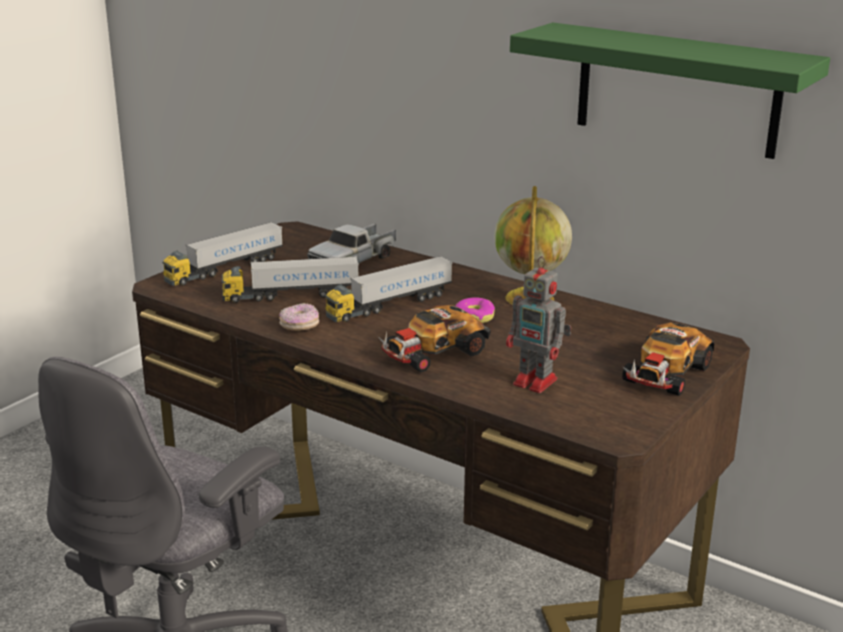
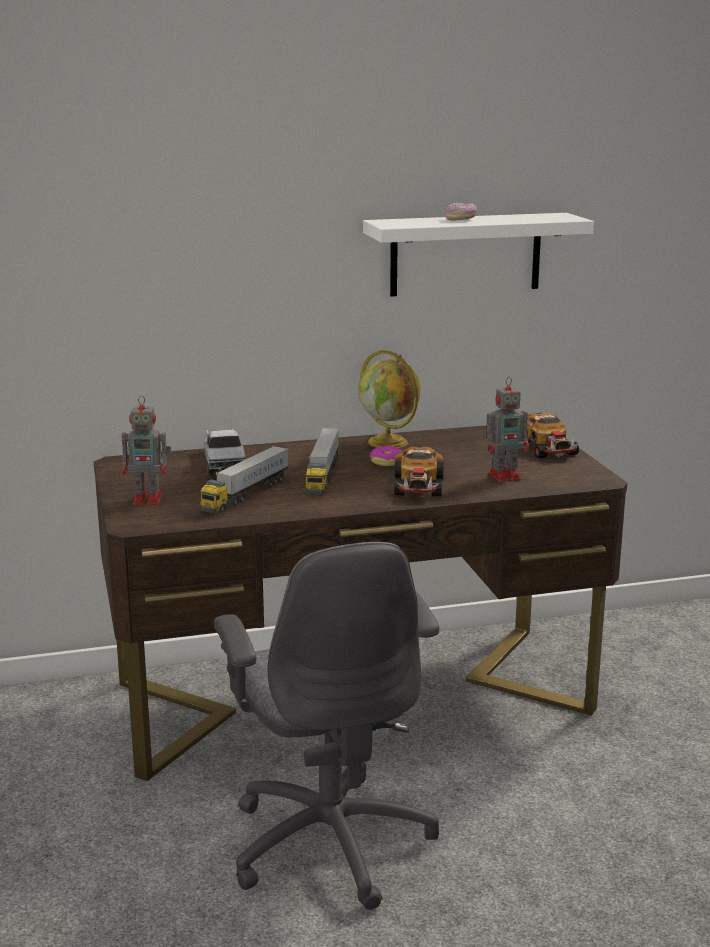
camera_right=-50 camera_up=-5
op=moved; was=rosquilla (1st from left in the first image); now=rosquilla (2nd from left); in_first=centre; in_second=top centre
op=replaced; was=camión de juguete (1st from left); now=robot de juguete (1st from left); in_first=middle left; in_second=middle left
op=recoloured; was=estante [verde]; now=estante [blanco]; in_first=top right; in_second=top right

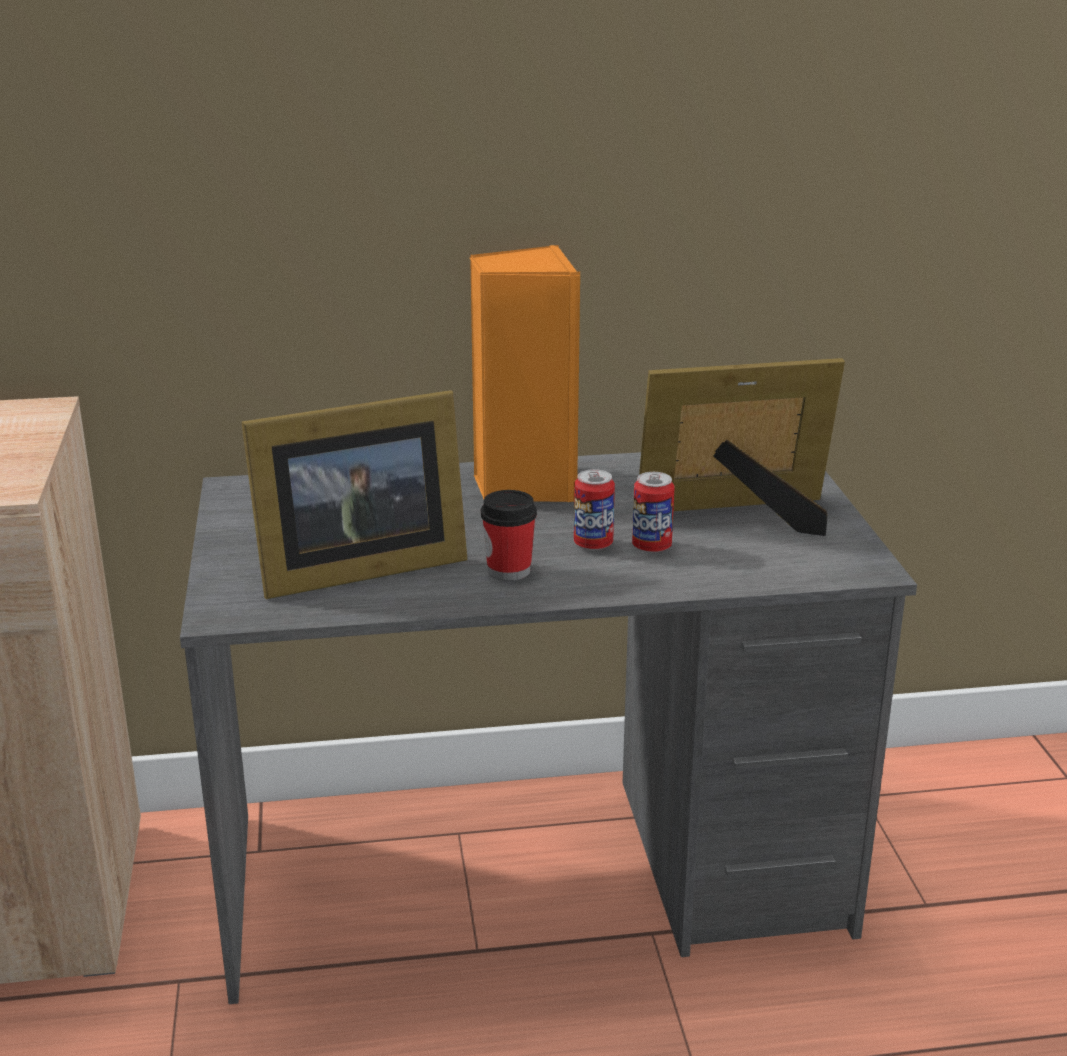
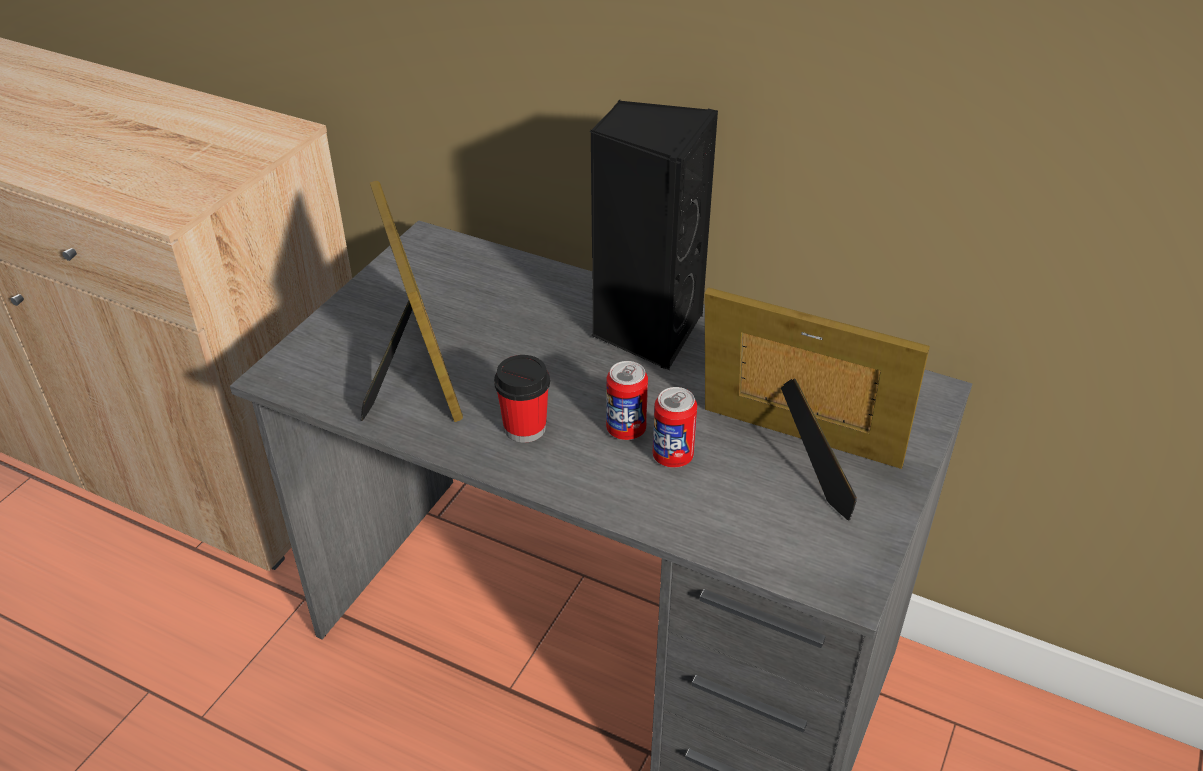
camera_right=35 camera_up=15
op=recoloured; was=altavoz [naranja]; now=altavoz [negro]; in_first=centre; in_second=top centre
op=turned; was=portarretratos (1st from left); in_first=middle left; in_second=centre; clockwise=-120

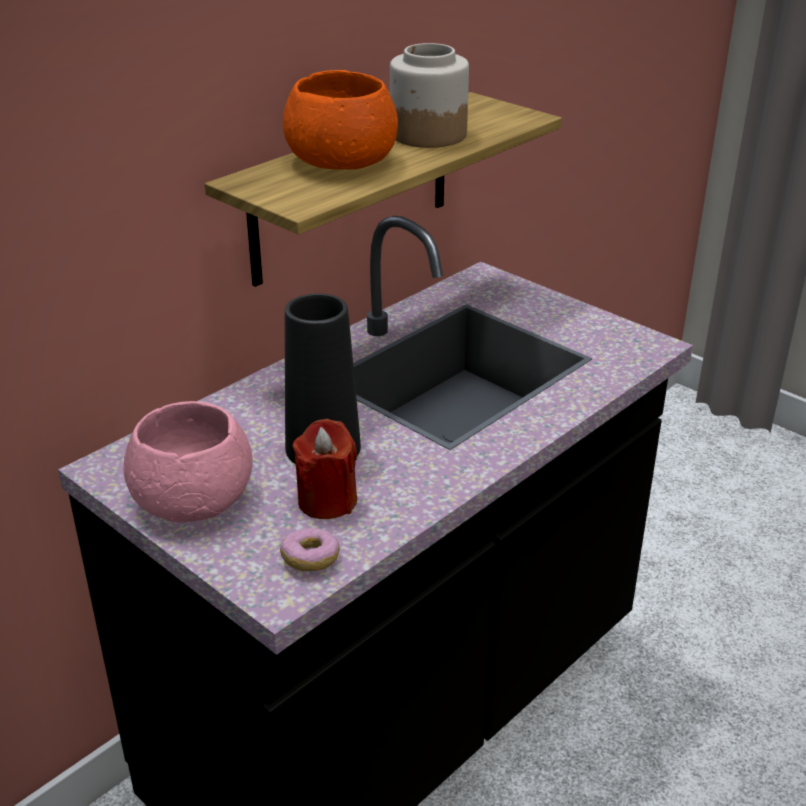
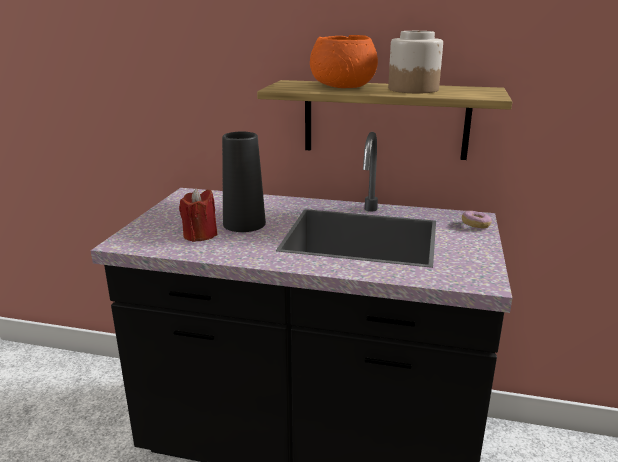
camera_right=60 camera_up=-10
op=removed; was=cuenco [rosa]; in_first=middle left
op=moved; was=rosquilla; in_first=bottom centre; in_second=middle right

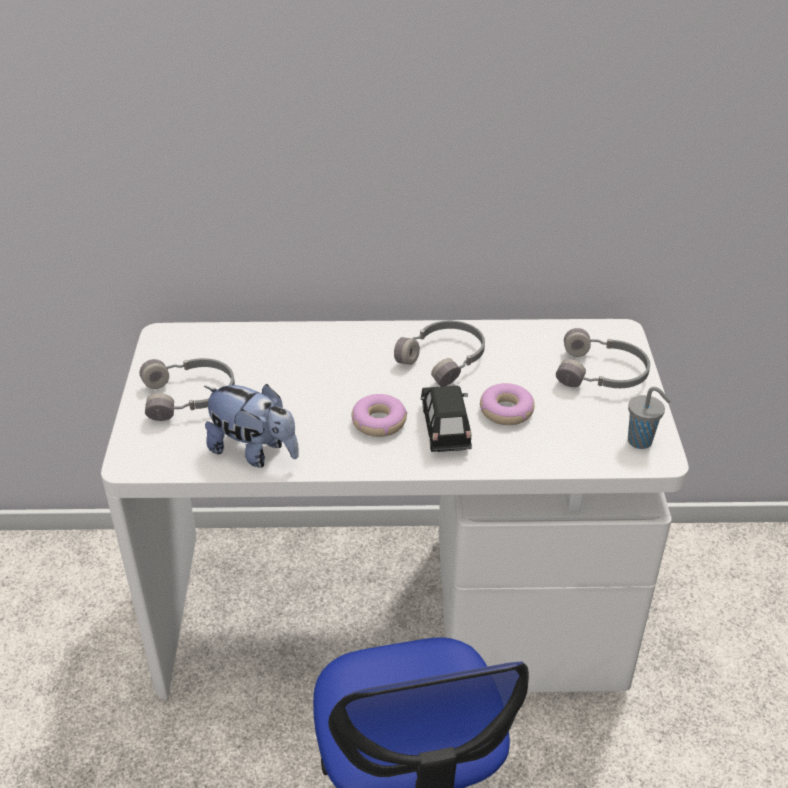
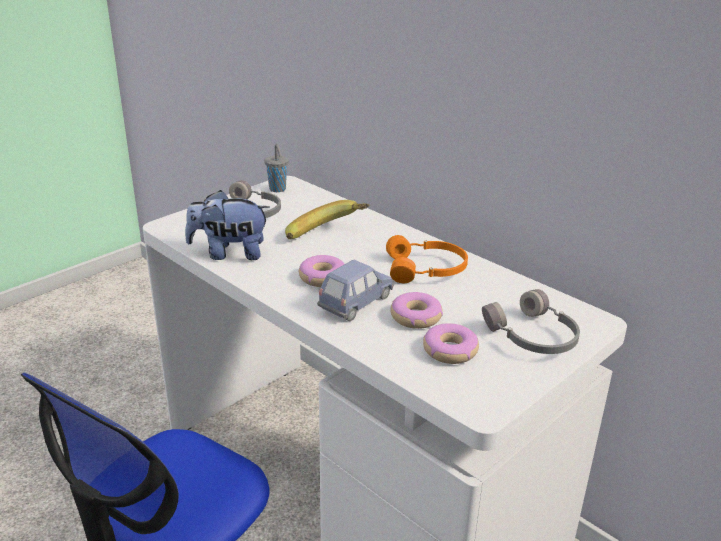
camera_right=45 camera_up=-10
op=added; now=plátano; in_second=centre
op=added; now=rosquilla (3rd from left); in_second=centre
op=moved; was=taza [gris]; in_first=middle right; in_second=top centre
op=recoloured; was=auriculares [gris] (2nd from left); now=auriculares [naranja]; in_first=centre; in_second=centre
op=recoloured; was=coche de juguete [negro]; now=coche de juguete [azul]; in_first=centre; in_second=centre
op=turned; was=peluche; in_first=middle left; in_second=middle left; clockwise=105

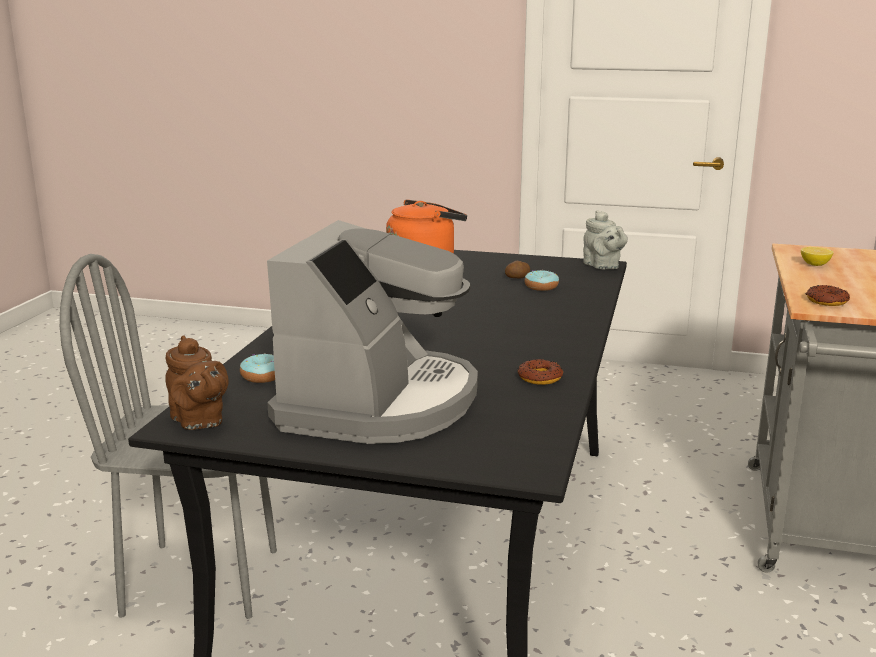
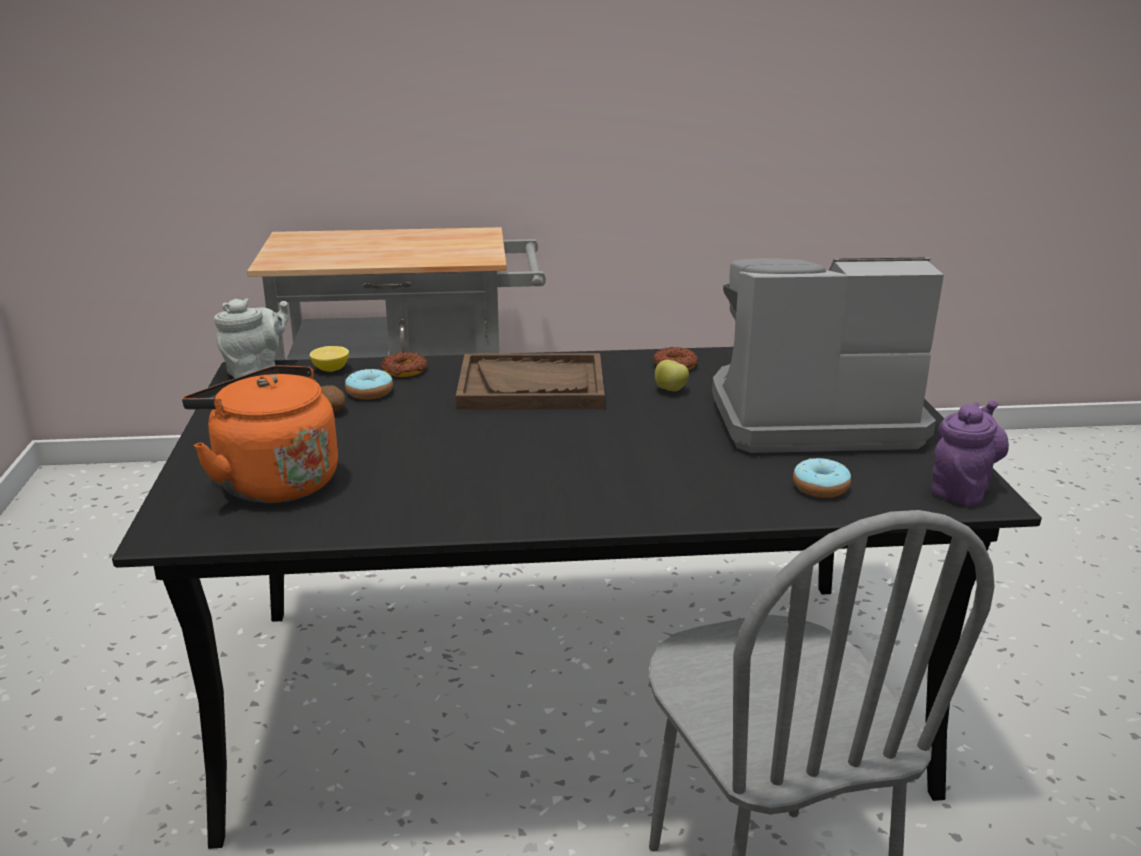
camera_right=-110 camera_up=5
op=added; now=bandeja [marrón]; in_second=centre
op=added; now=manzana; in_second=centre
op=moved; was=limón; in_first=middle right; in_second=middle left
op=moved; was=rosquilla (4th from left in the first image); now=rosquilla (2nd from left); in_first=middle right; in_second=centre
op=recoloured; was=tetera [marrón]; now=tetera [morado]; in_first=middle left; in_second=middle right

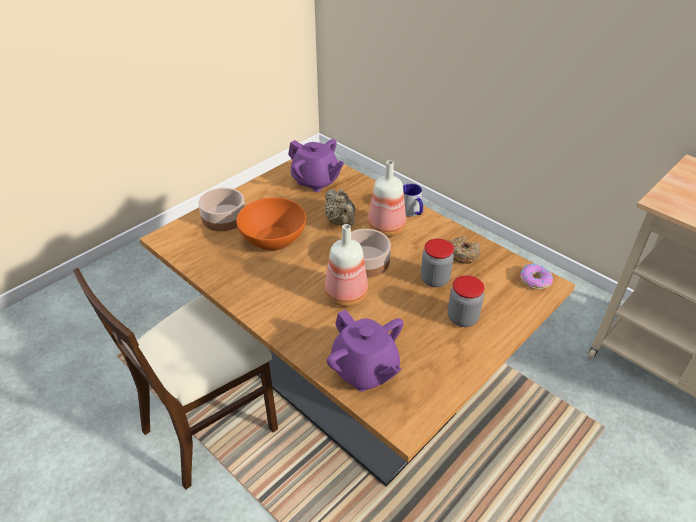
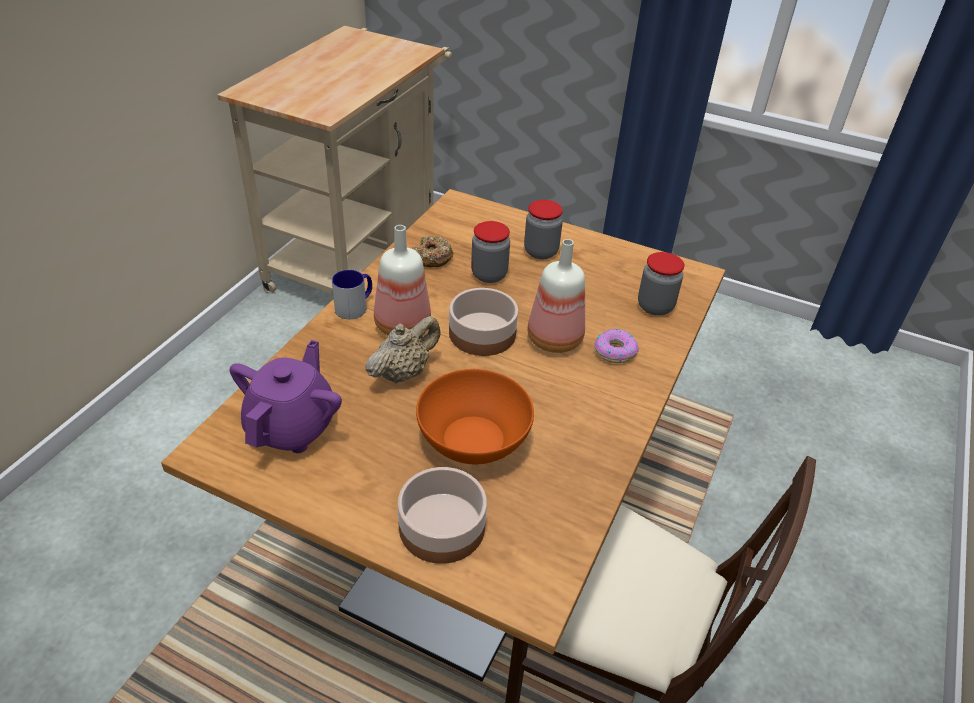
camera_right=-110 camera_up=0
op=moved; was=rosquilla (2nd from left); in_first=middle right; in_second=centre
op=replaced; was=tetera [morado] (2nd from left); now=tarro (3rd from left); in_first=bottom centre; in_second=middle right

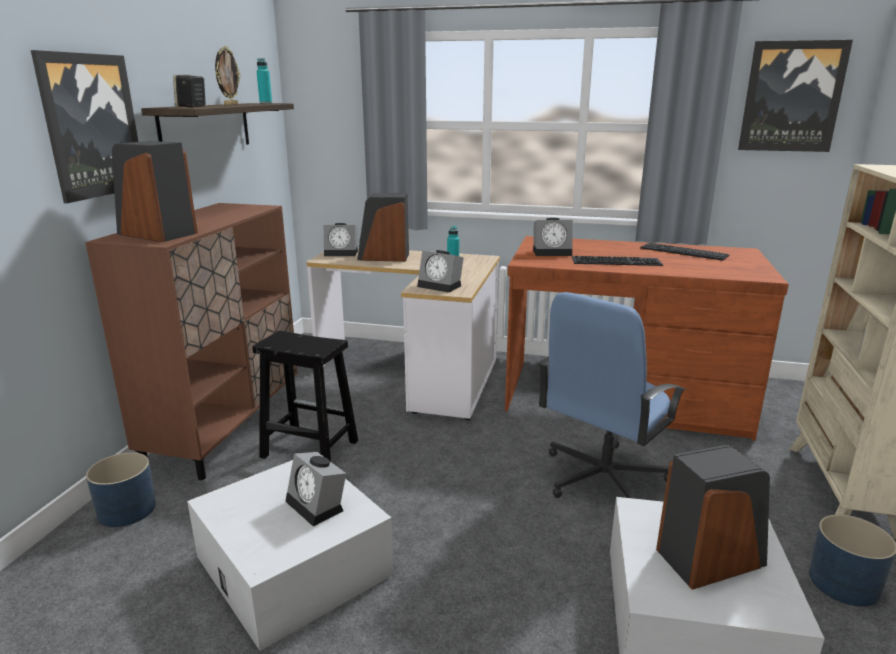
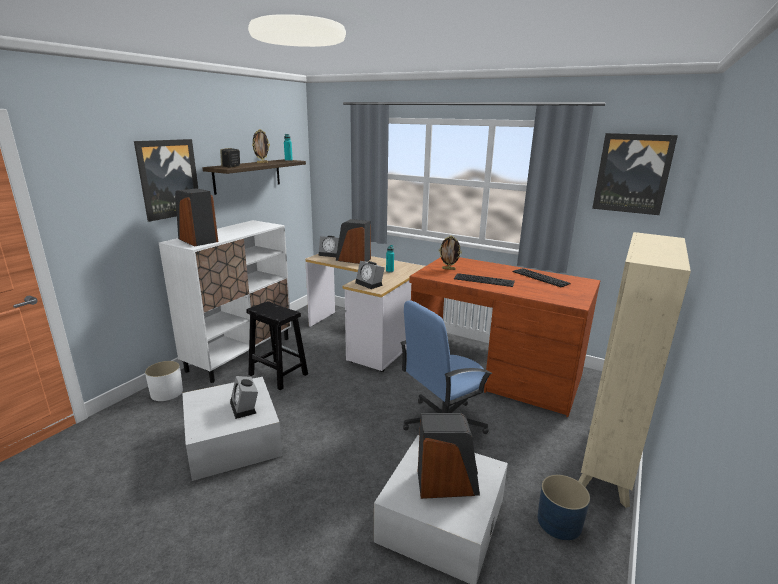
camera_right=15 camera_up=0
op=replaced; was=despertador (4th from left); now=portarretratos (2nd from left); in_first=centre; in_second=centre
op=recoloured; was=armario [marrón]; now=armario [blanco]; in_first=middle left; in_second=middle left
op=recoloured; was=maceta [azul] (1st from left); now=maceta [blanco]; in_first=bottom left; in_second=middle left

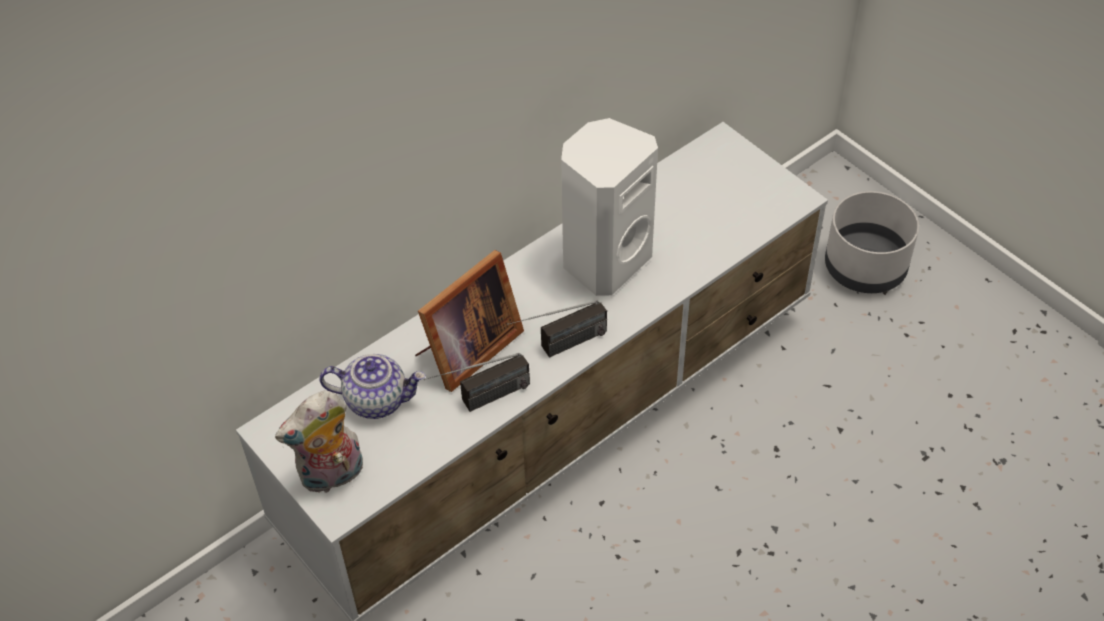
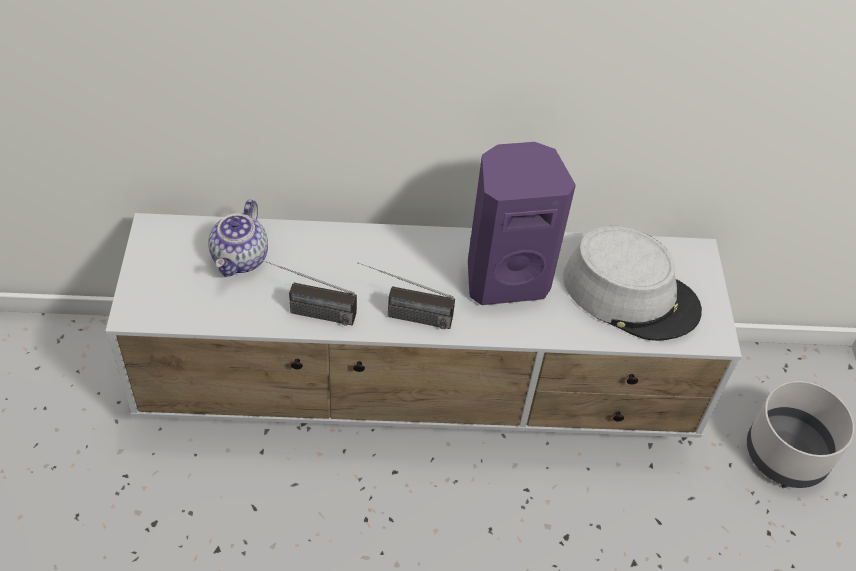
camera_right=35 camera_up=0
op=removed; was=peluche; in_first=bottom left
op=removed; was=portarretratos; in_first=centre
op=added; now=sombrero [gris]; in_second=middle right
op=recoloured; was=altavoz [blanco]; now=altavoz [morado]; in_first=centre; in_second=centre
op=turned; was=tetera; in_first=centre; in_second=middle left; clockwise=60

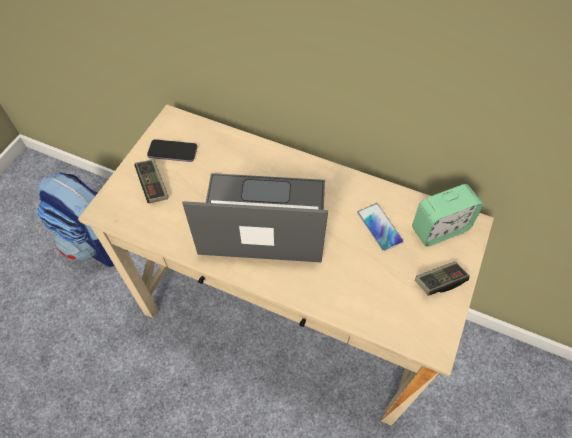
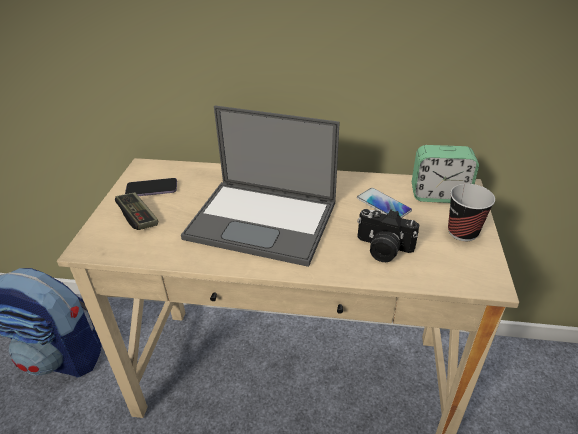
camera_right=-15 camera_up=-20
op=added; now=cámara; in_second=middle right
op=replaced; was=mando de consola (2nd from left); now=taza; in_first=middle right; in_second=middle right
op=turned; was=portátil; in_first=centre; in_second=centre; clockwise=-150
op=turned; was=despertador; in_first=middle right; in_second=middle right; clockwise=45

